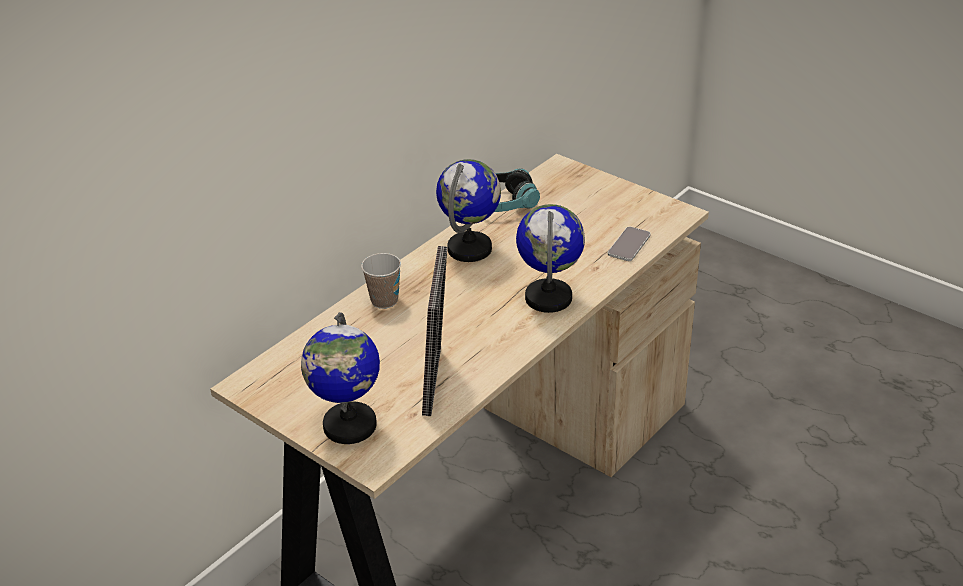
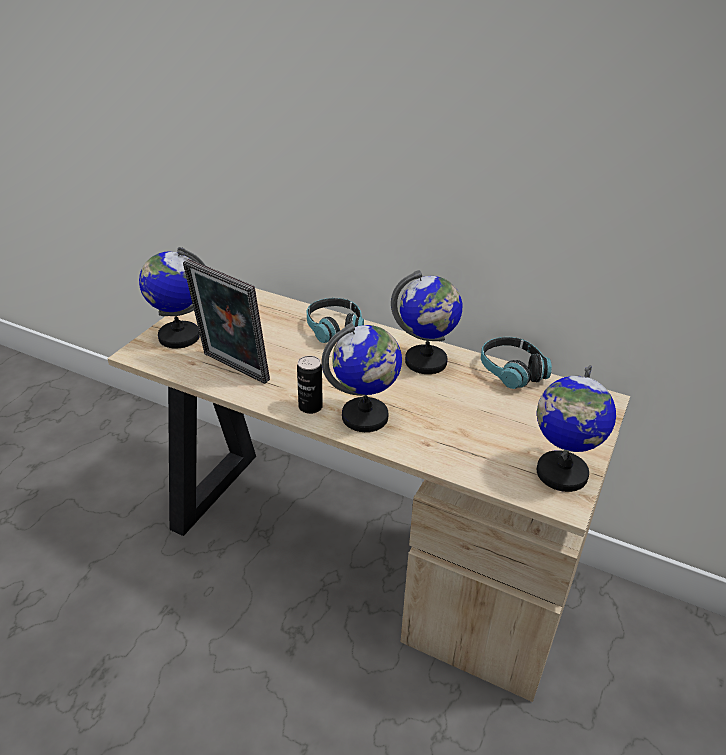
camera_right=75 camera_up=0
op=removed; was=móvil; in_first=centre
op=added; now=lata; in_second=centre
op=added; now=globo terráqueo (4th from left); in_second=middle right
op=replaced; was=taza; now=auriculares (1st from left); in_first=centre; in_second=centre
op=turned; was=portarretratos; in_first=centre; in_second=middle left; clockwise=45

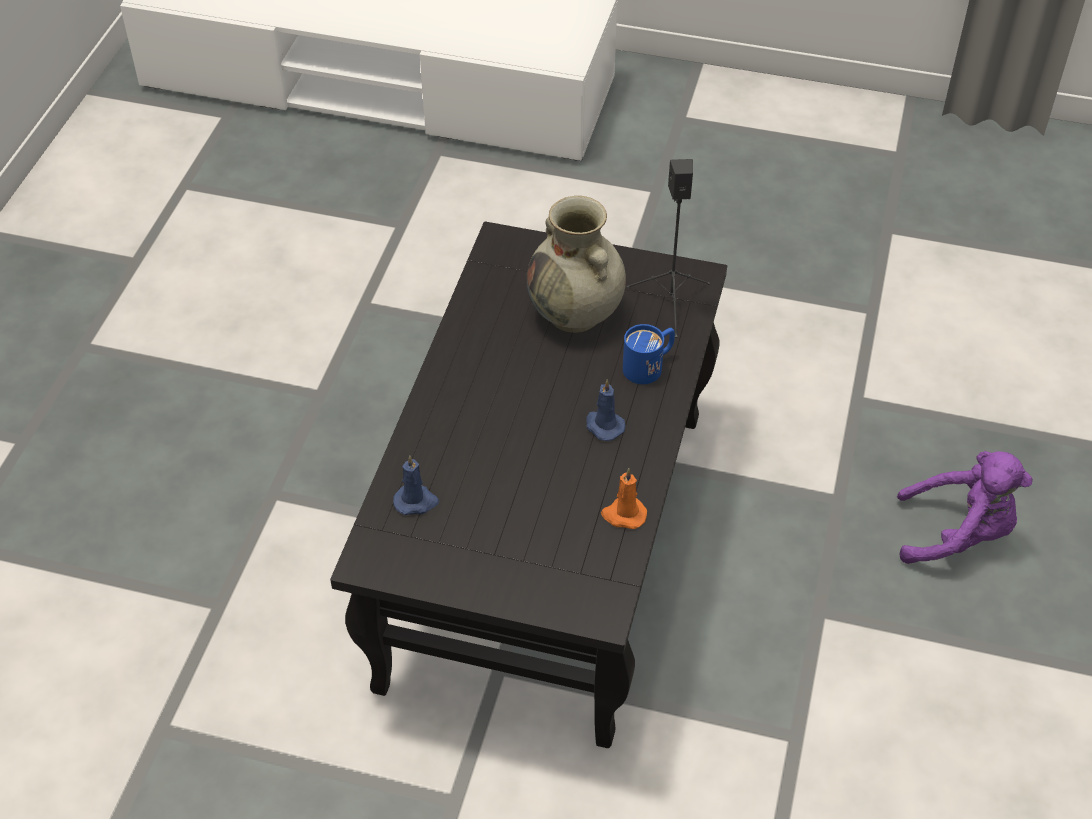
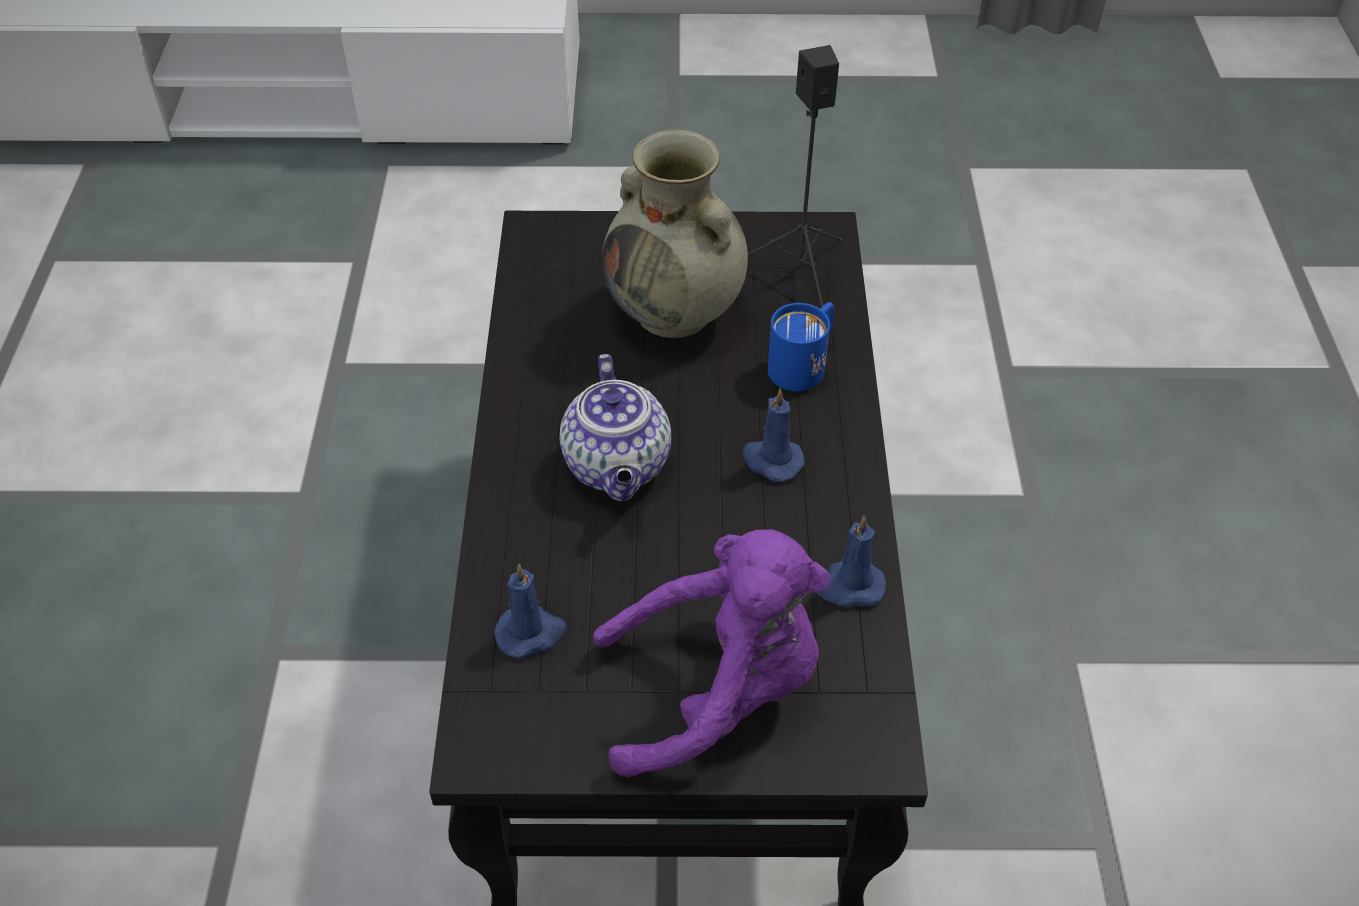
camera_right=-15 camera_up=0
op=added; now=tetera; in_second=centre
op=moved; was=peluche [morado]; in_first=middle right; in_second=bottom centre
op=recoloured; was=vela [naranja]; now=vela [azul] (3rd from left); in_first=centre; in_second=centre

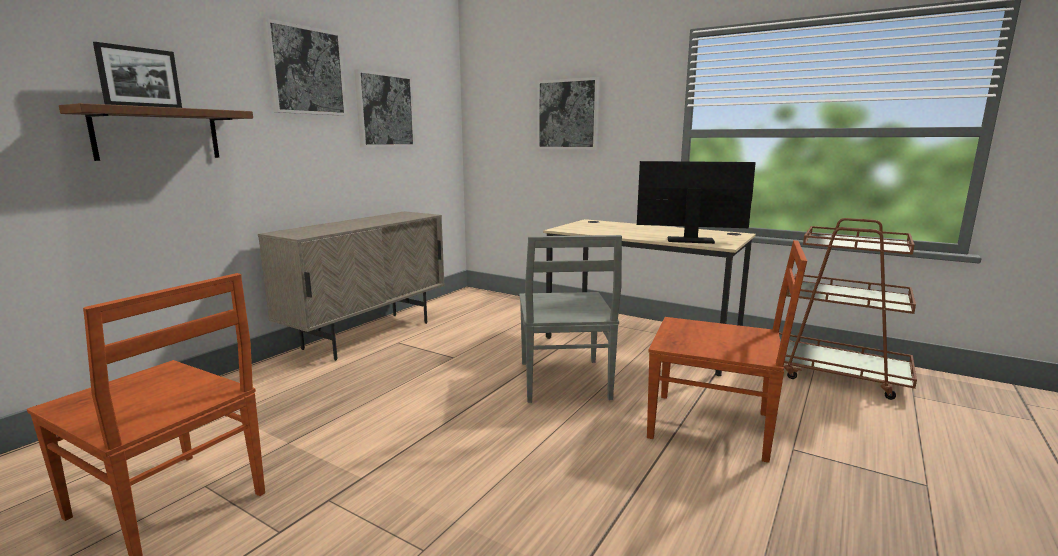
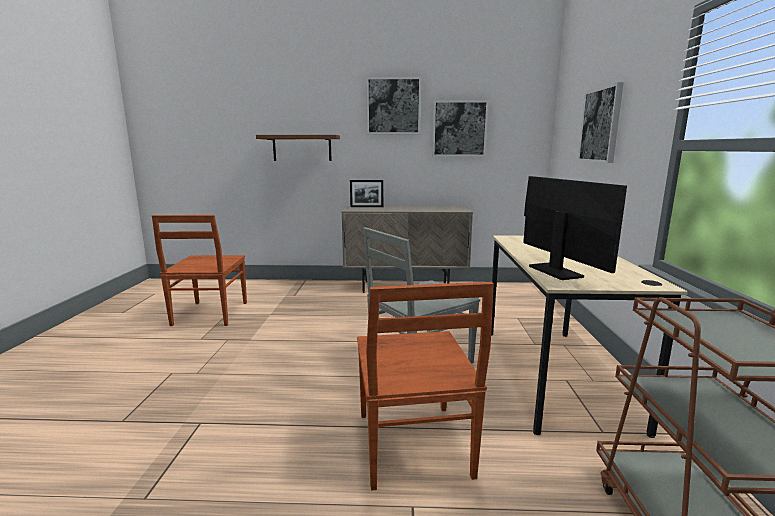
camera_right=60 camera_up=0
op=moved; was=portarretratos; in_first=top left; in_second=centre

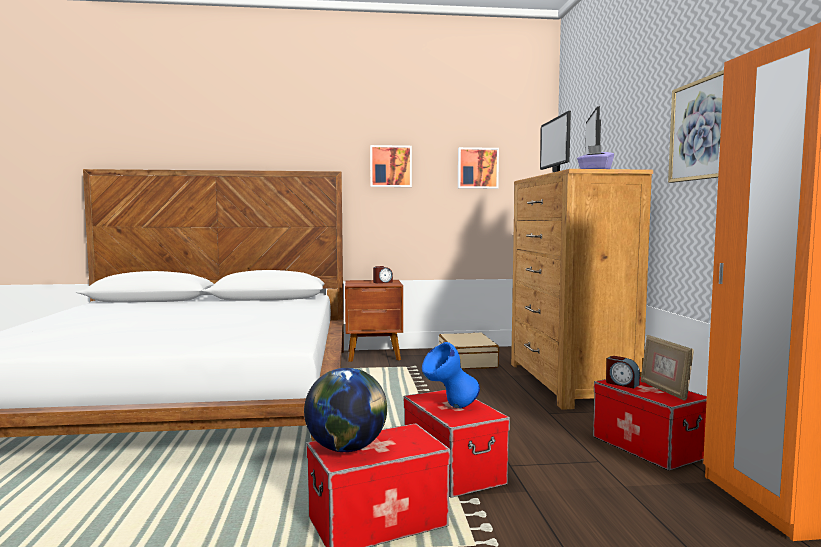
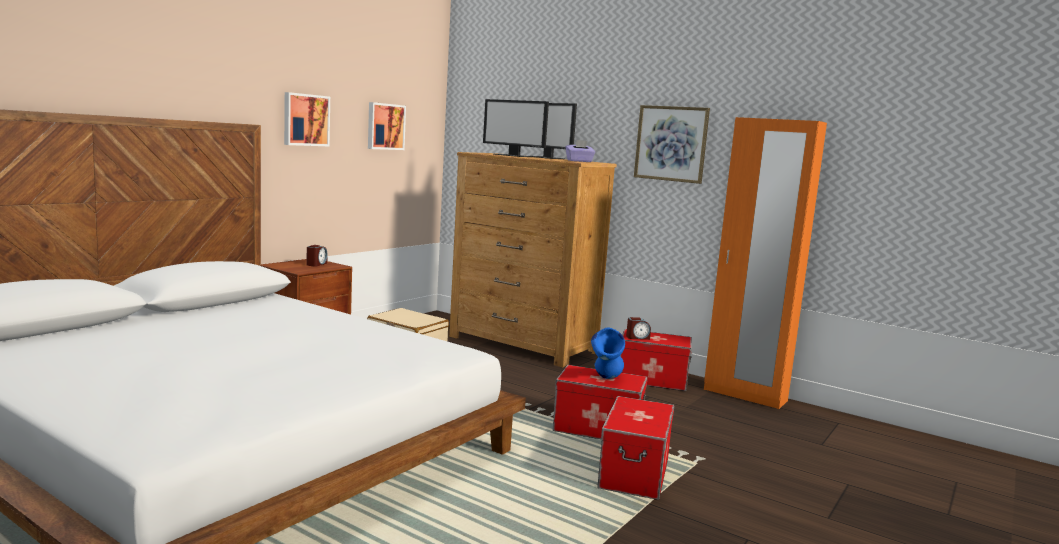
camera_right=-50 camera_up=5
op=removed; was=globo terráqueo; in_first=bottom centre
op=removed; was=portarretratos; in_first=bottom right

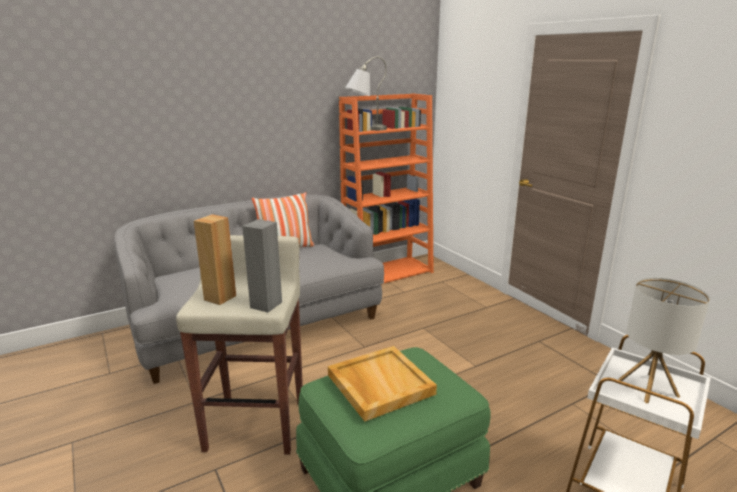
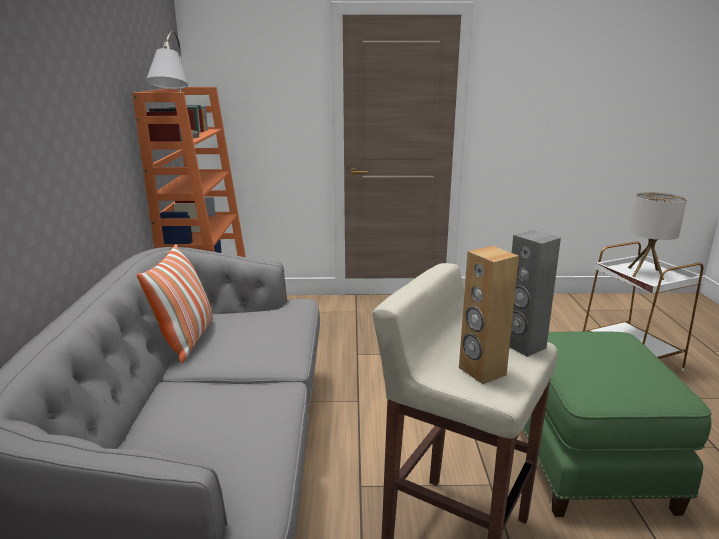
camera_right=-60 camera_up=0
op=removed; was=bandeja [beis]; in_first=bottom centre

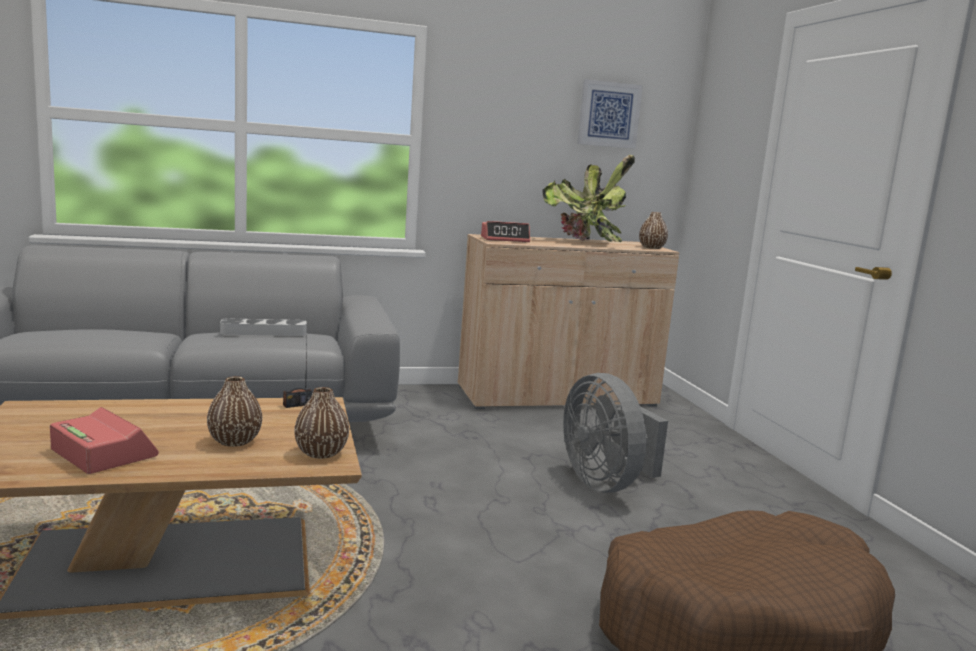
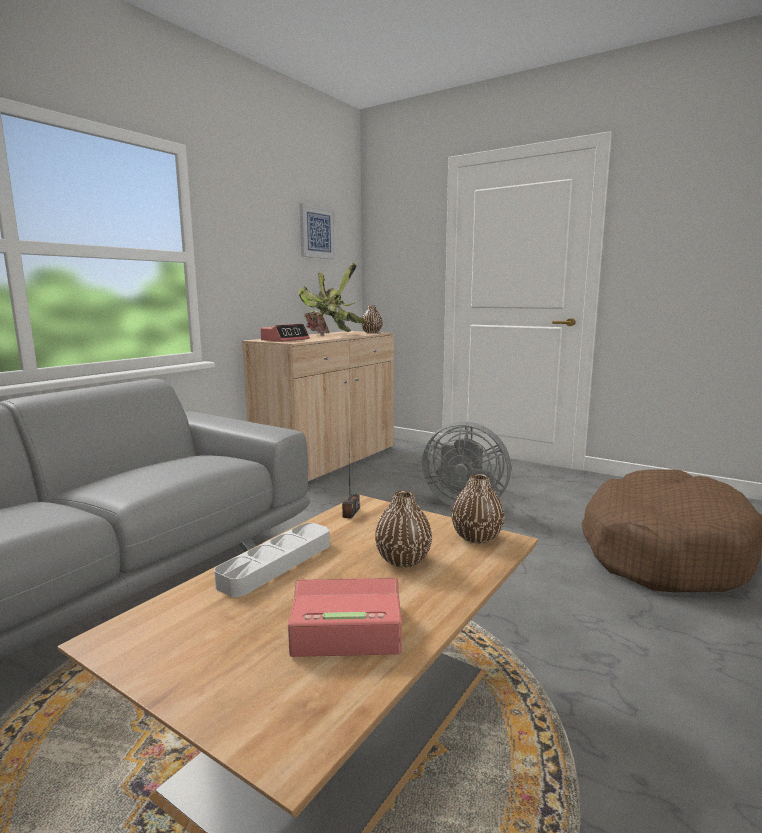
camera_right=-40 camera_up=0
op=moved; was=bandeja [gris]; in_first=middle left; in_second=bottom centre

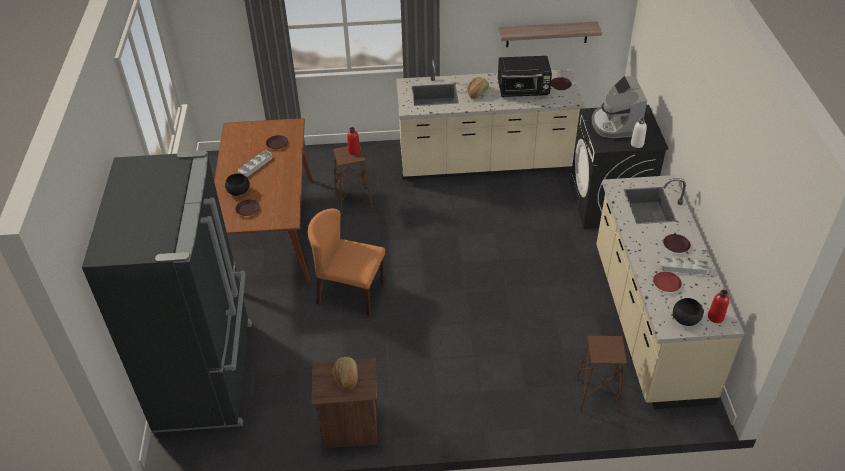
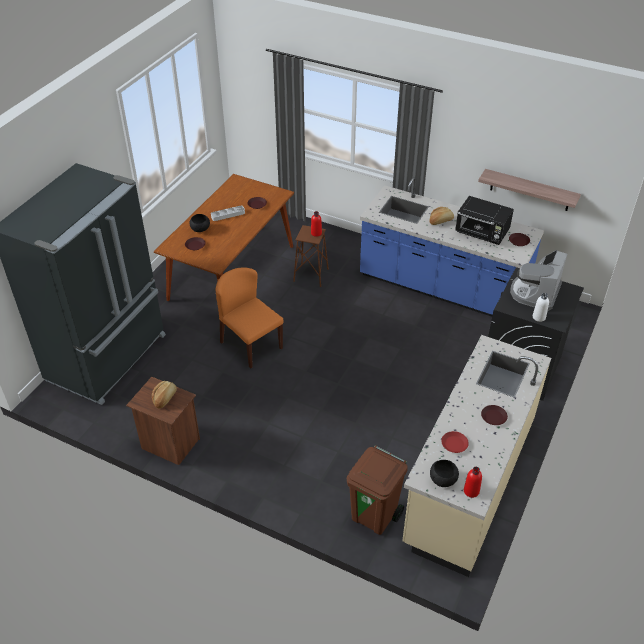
camera_right=30 camera_up=0
op=removed; was=bandeja [gris] (2nd from left); in_first=middle right
op=replaced; was=taburete [marrón] (2nd from left); now=papelera [marrón]; in_first=bottom right; in_second=bottom centre
op=recoloured; was=mueble bajo de cocina [beis] (1st from left); now=mueble bajo de cocina [azul]; in_first=top centre; in_second=middle right

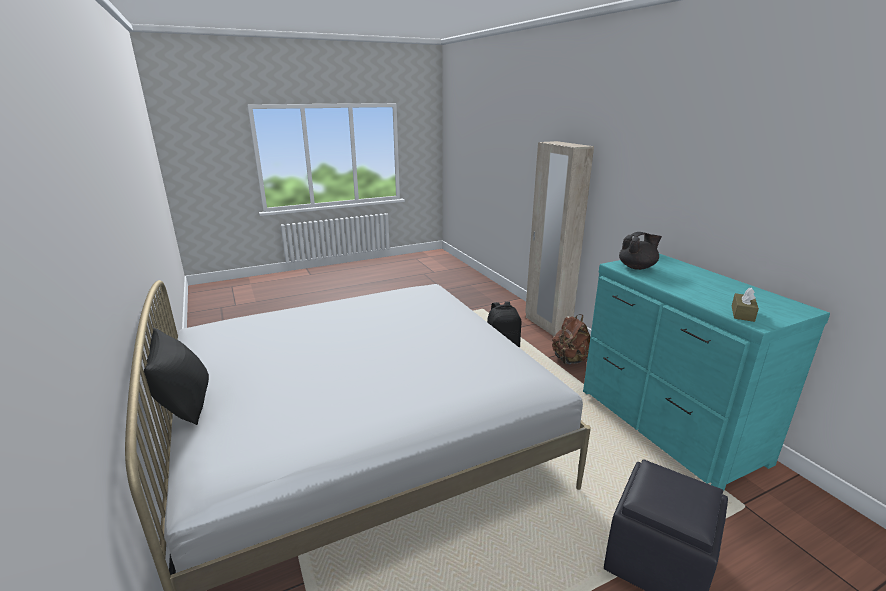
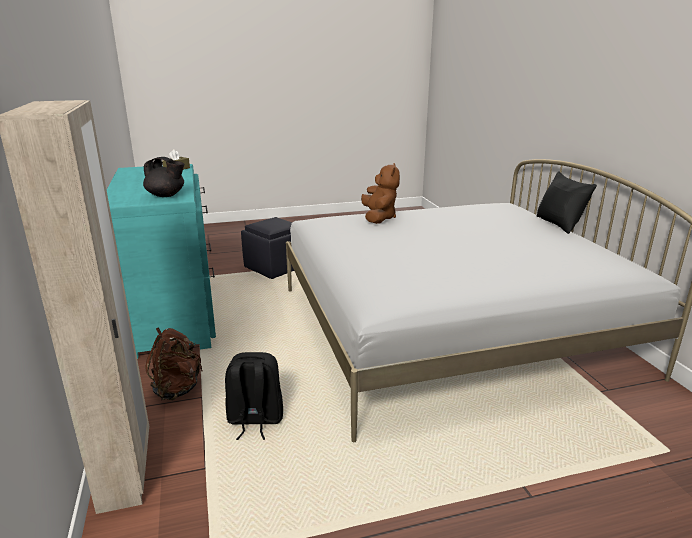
camera_right=-170 camera_up=0
op=added; now=peluche [marrón]; in_second=centre
op=turned; was=tetera [negro]; in_first=middle right; in_second=top left; clockwise=-150

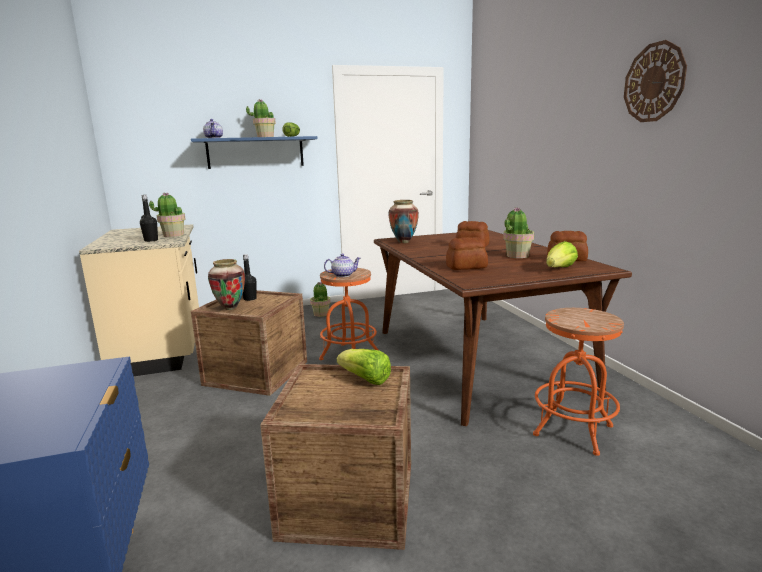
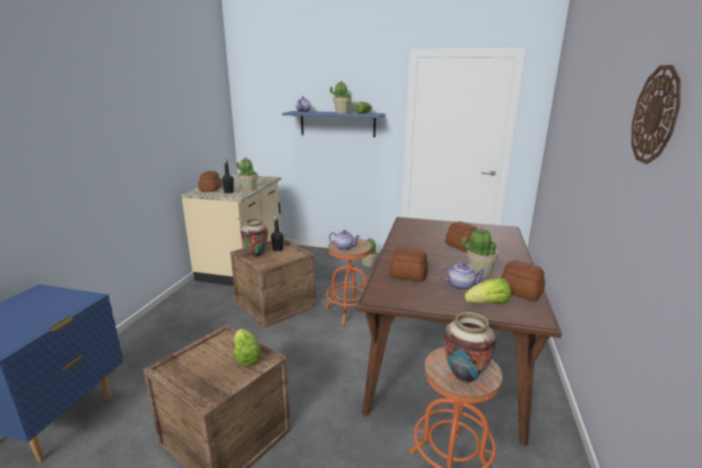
camera_right=30 camera_up=5
op=added; now=pan (1st from left); in_second=middle left
op=added; now=tetera (3rd from left); in_second=centre
op=moved; was=florero (2nd from left); in_first=centre; in_second=bottom right

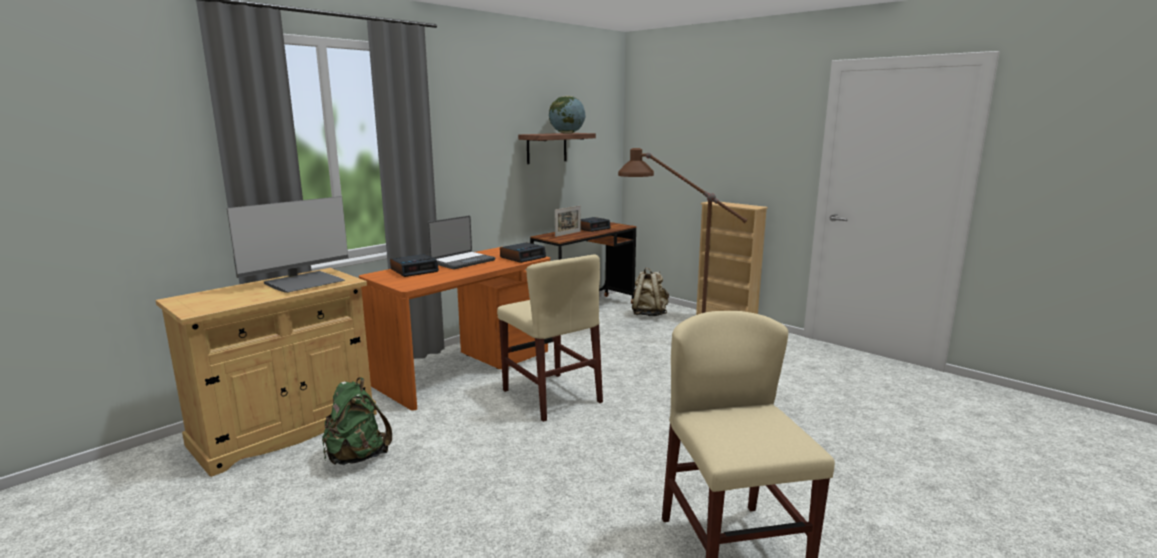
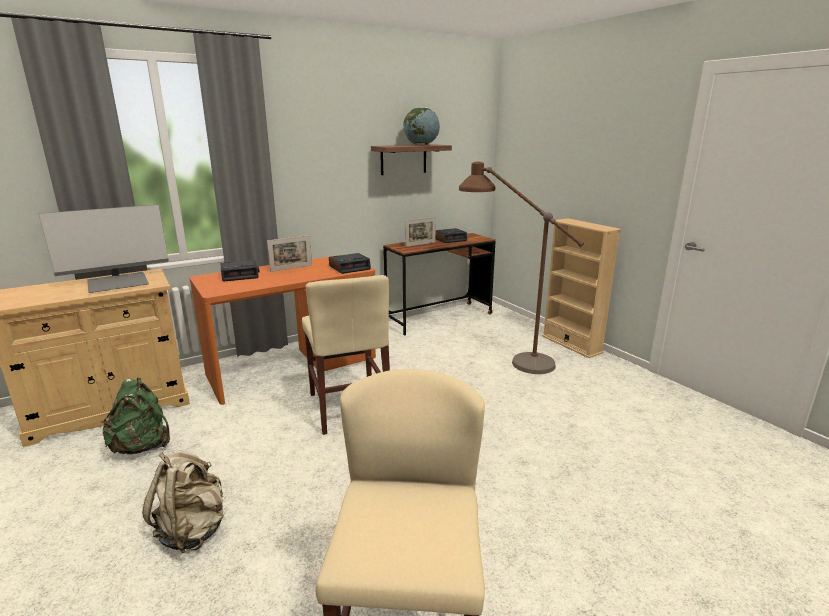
camera_right=15 camera_up=5
op=moved; was=mochila [beis]; in_first=centre; in_second=bottom left
op=replaced; was=portátil; now=portarretratos (1st from left); in_first=centre; in_second=centre

